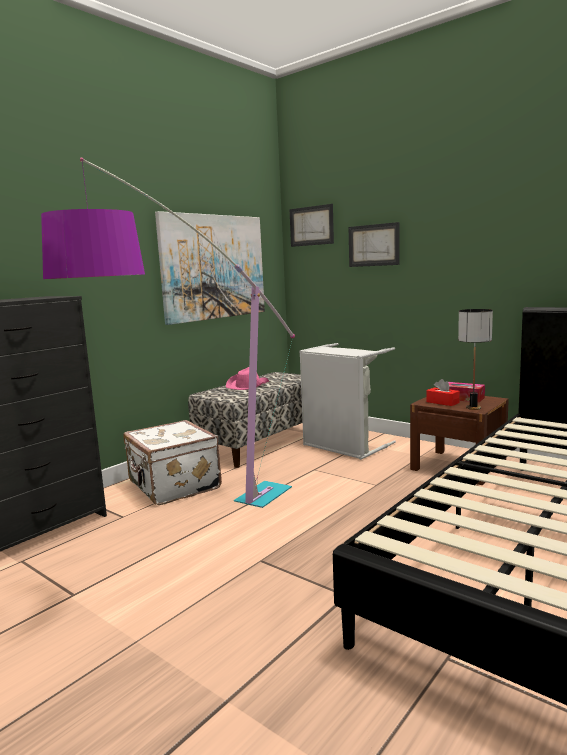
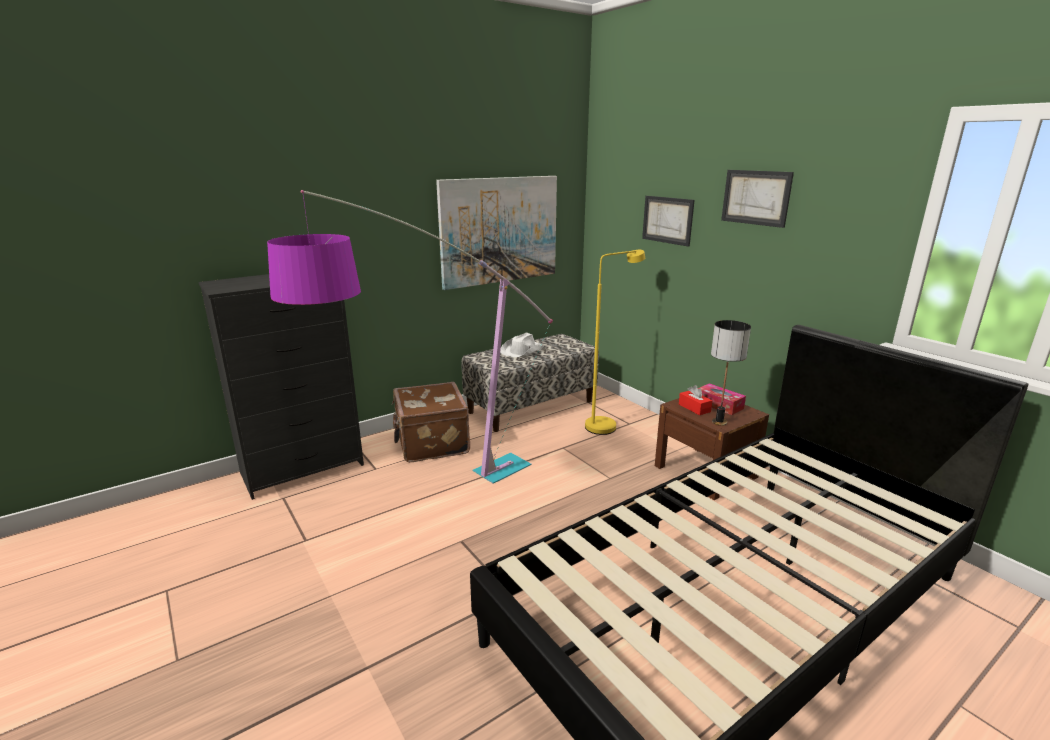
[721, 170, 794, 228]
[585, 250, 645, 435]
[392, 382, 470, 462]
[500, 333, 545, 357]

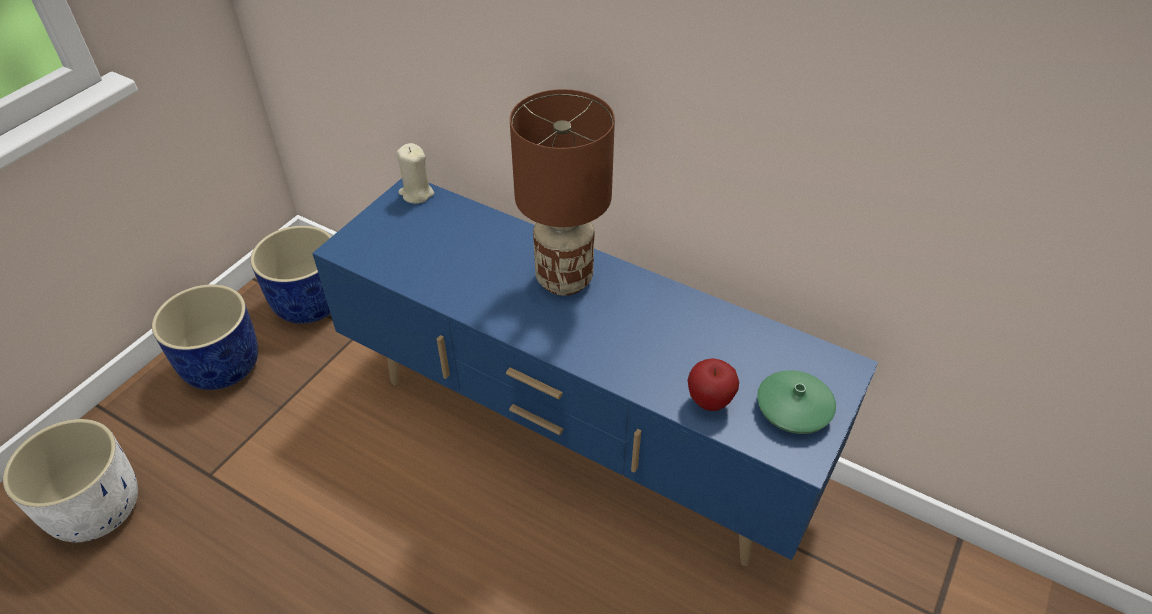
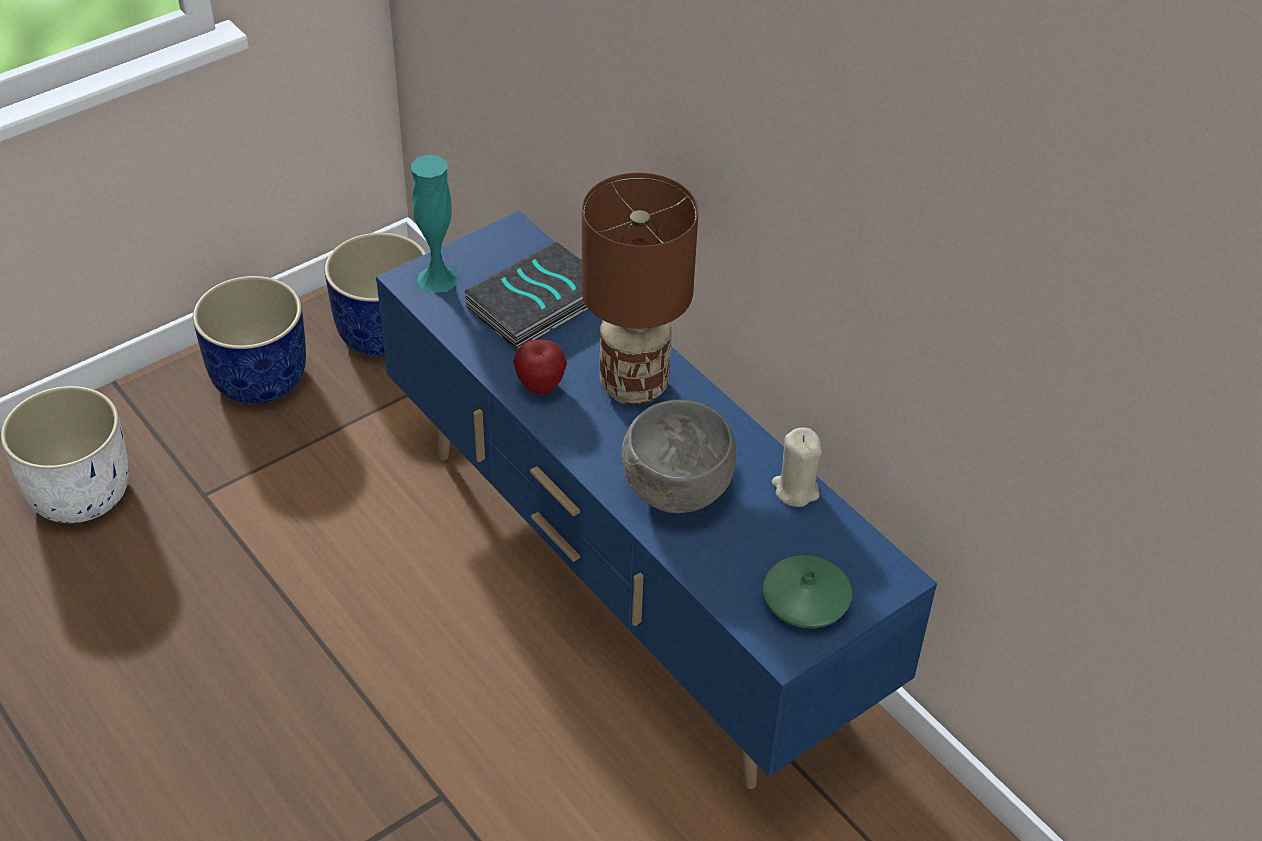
[411, 155, 458, 293]
[465, 241, 588, 350]
[622, 399, 736, 513]
[772, 427, 822, 507]
[513, 339, 567, 394]

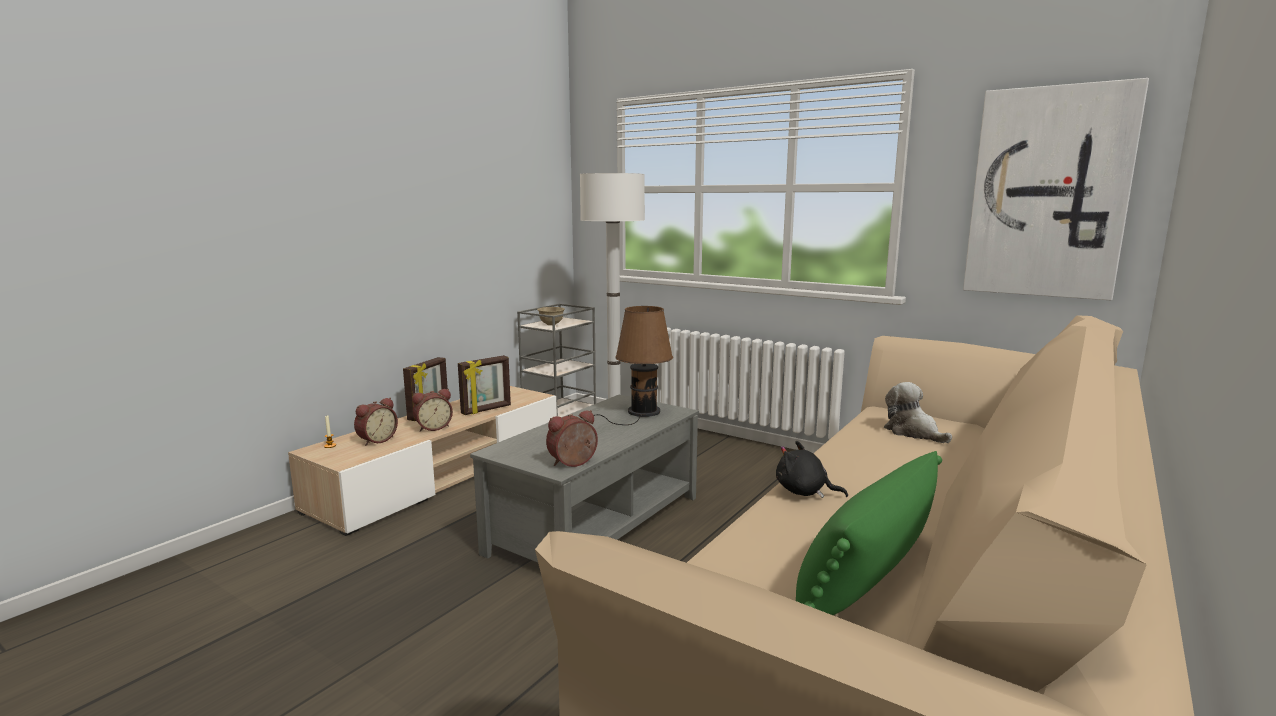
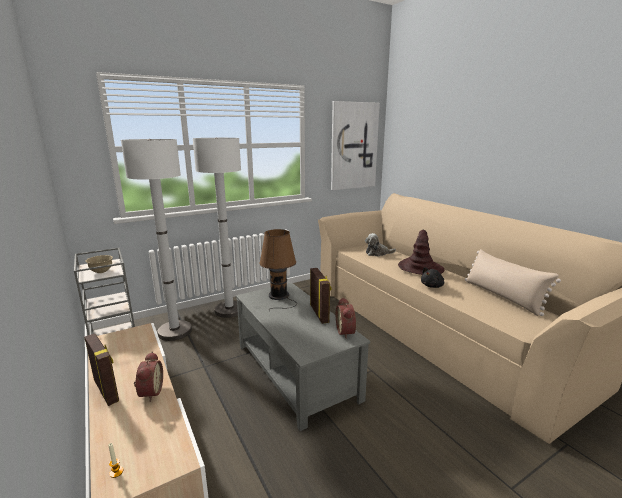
[354, 398, 398, 446] (first image)
[193, 137, 241, 318]
[398, 230, 445, 275]
[310, 268, 331, 324]
[465, 249, 561, 316]

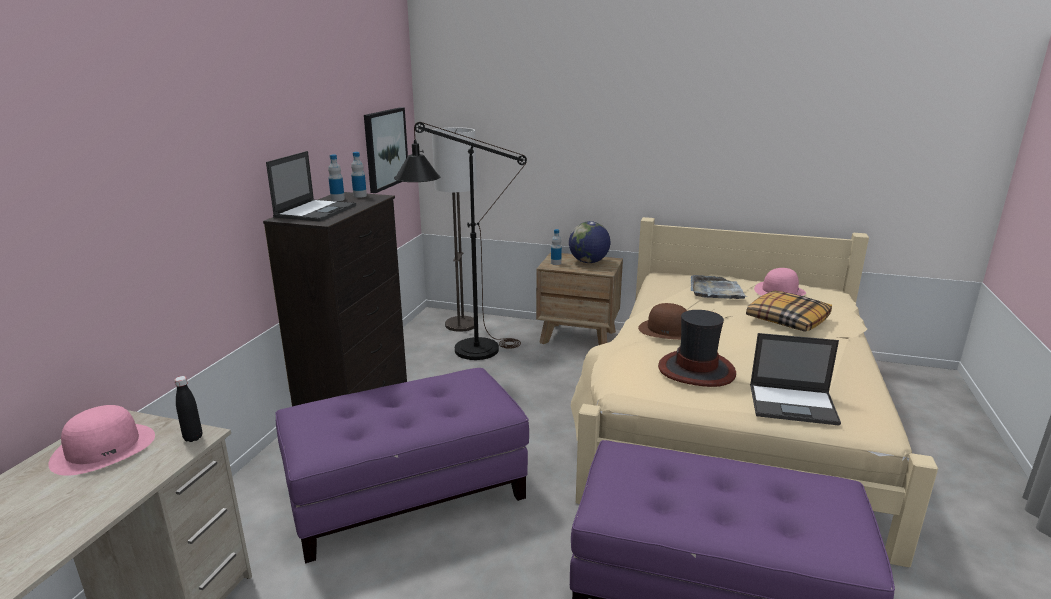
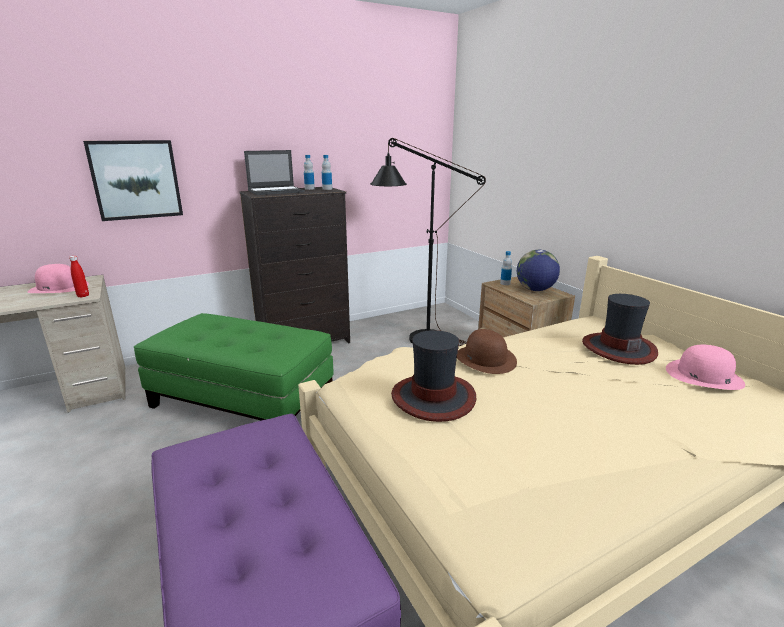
[432, 127, 477, 332] (first image)
[746, 291, 832, 332] (first image)
[750, 333, 841, 426] (first image)
[83, 140, 183, 221]
[582, 294, 658, 365]
[69, 256, 89, 298]
[134, 313, 334, 421]

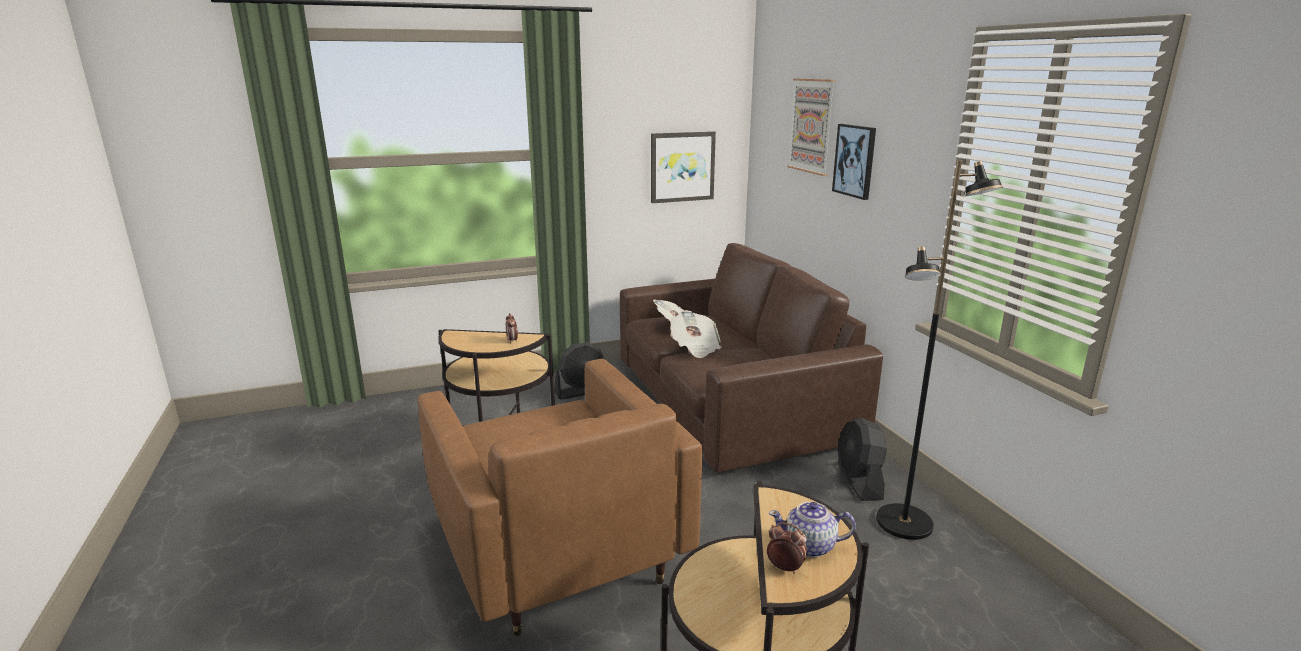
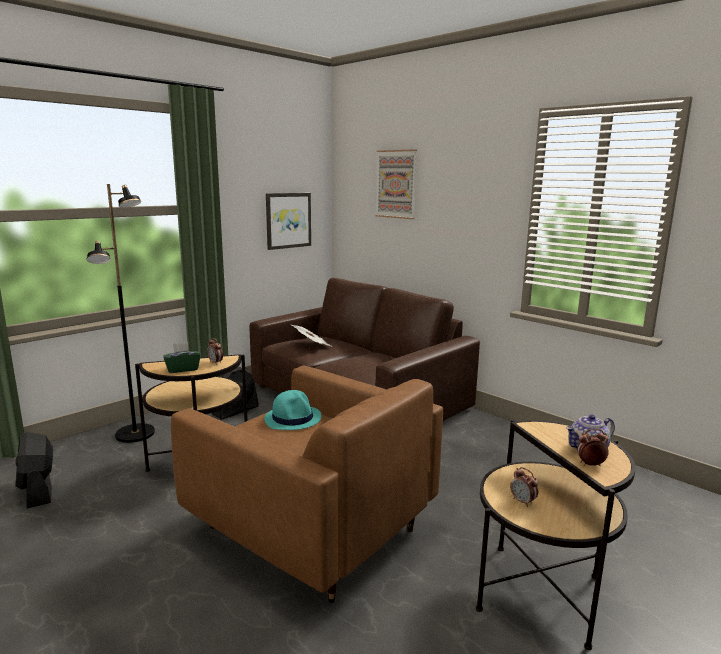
[670, 310, 721, 358] (first image)
[832, 124, 876, 200] (first image)
[163, 342, 201, 373]
[264, 390, 321, 430]
[510, 467, 538, 507]
[15, 432, 53, 508]
[87, 184, 155, 443]

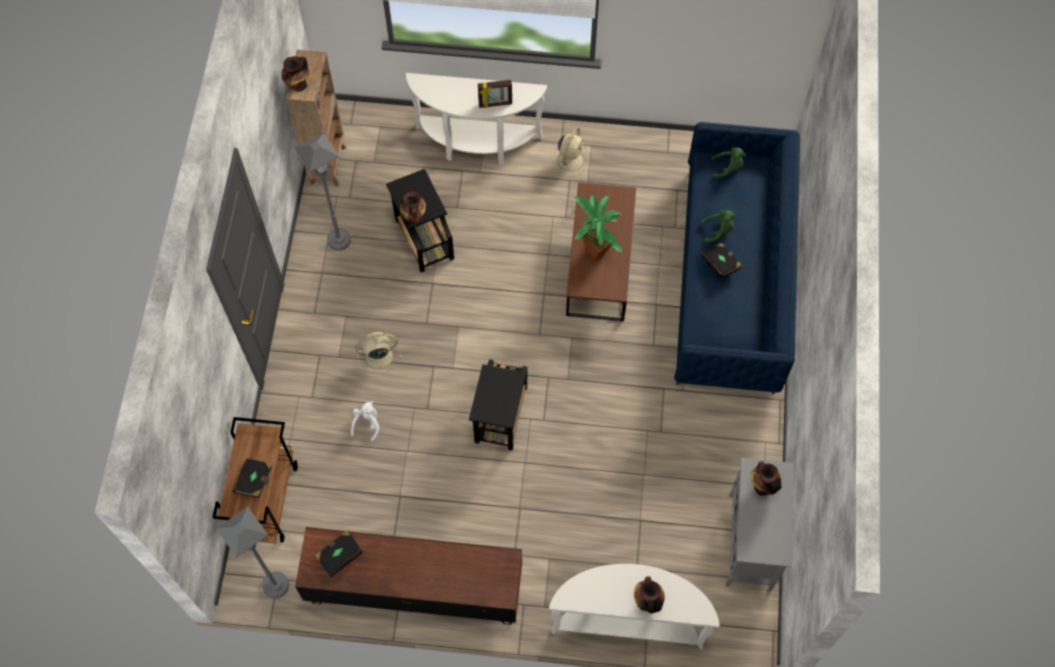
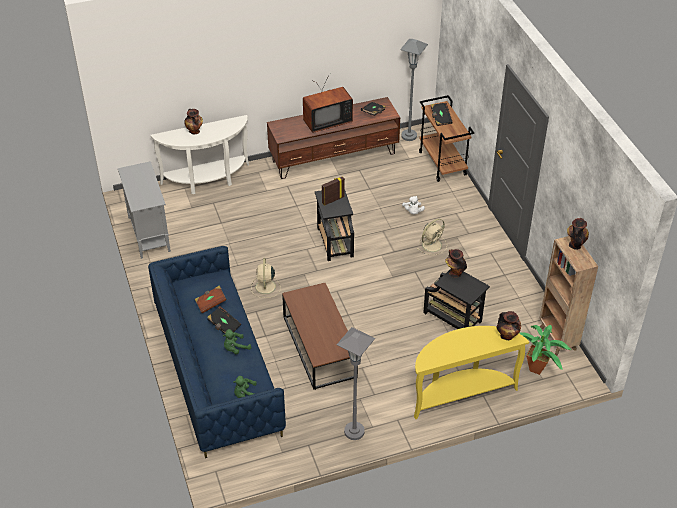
[195, 285, 227, 313]
[303, 74, 353, 133]
[337, 327, 375, 440]
[322, 177, 345, 206]
[251, 258, 281, 298]
[519, 325, 571, 375]
[497, 311, 521, 340]
[414, 326, 529, 419]

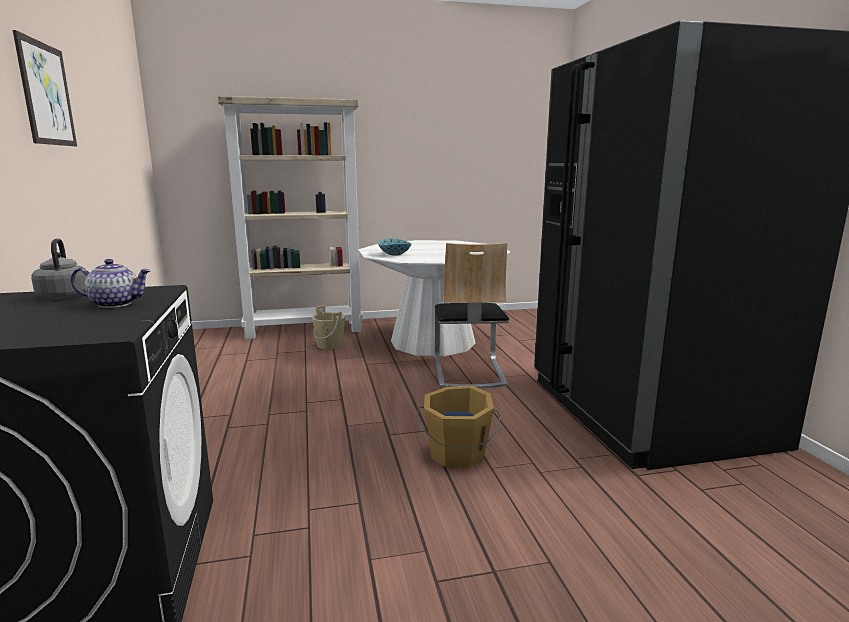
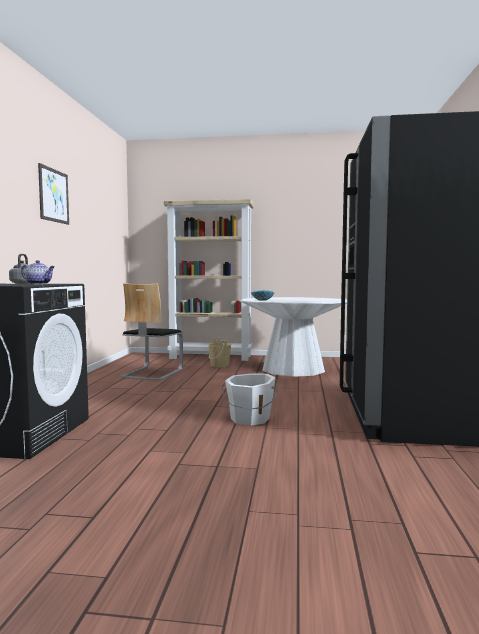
[121, 283, 183, 380]
[222, 374, 278, 425]

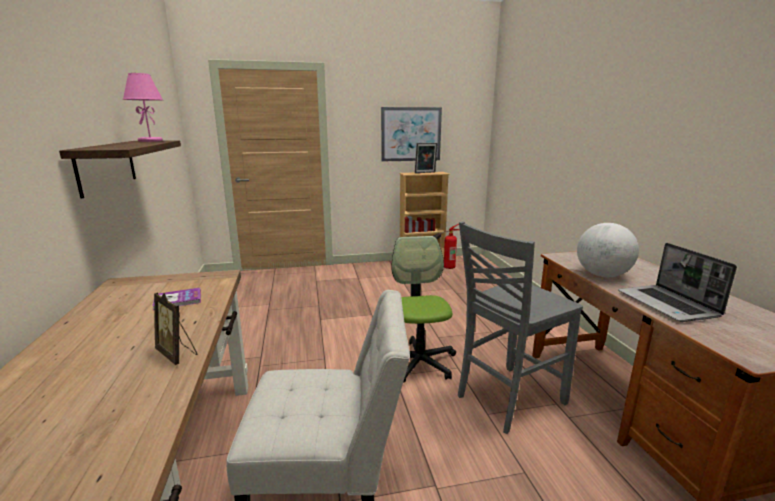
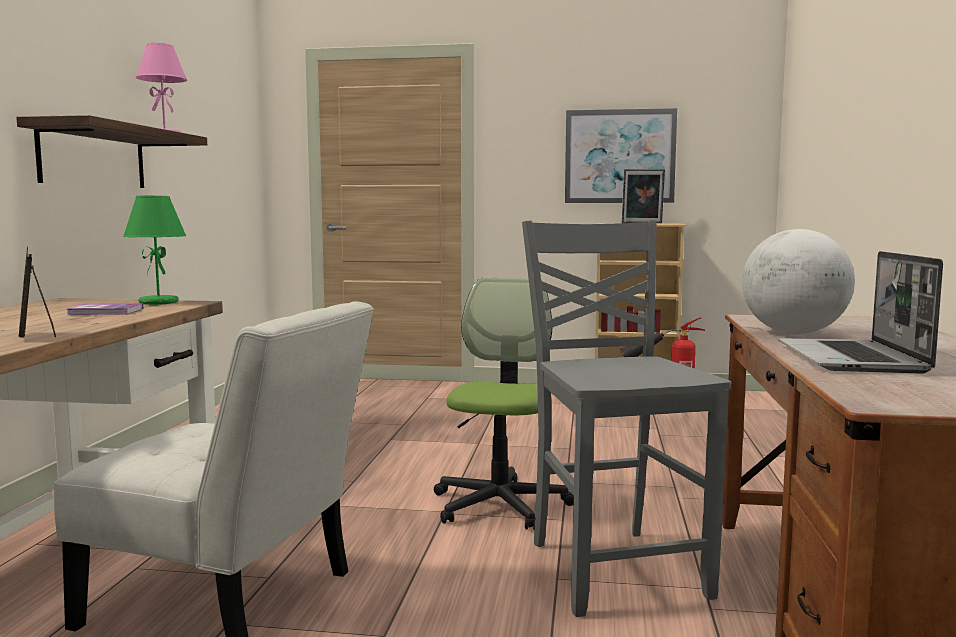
[123, 196, 186, 305]
[522, 220, 731, 617]

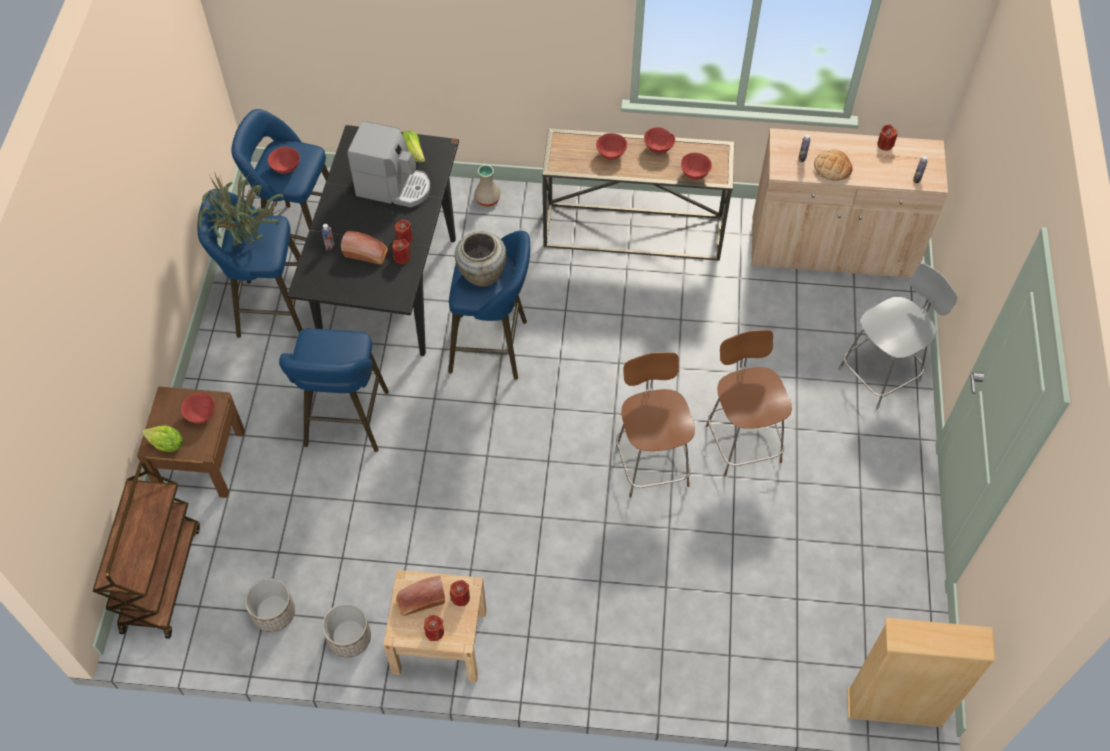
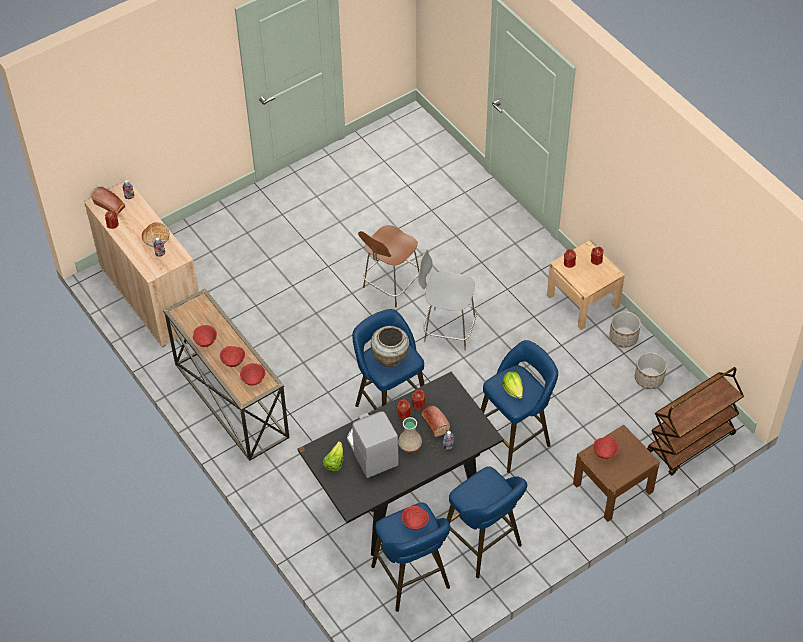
[198, 171, 284, 246] (first image)
[706, 330, 792, 476] (first image)
[847, 618, 996, 727] (first image)
[502, 371, 523, 399]
[91, 187, 125, 215]
[398, 417, 422, 453]
[240, 363, 265, 386]
[418, 250, 477, 351]

